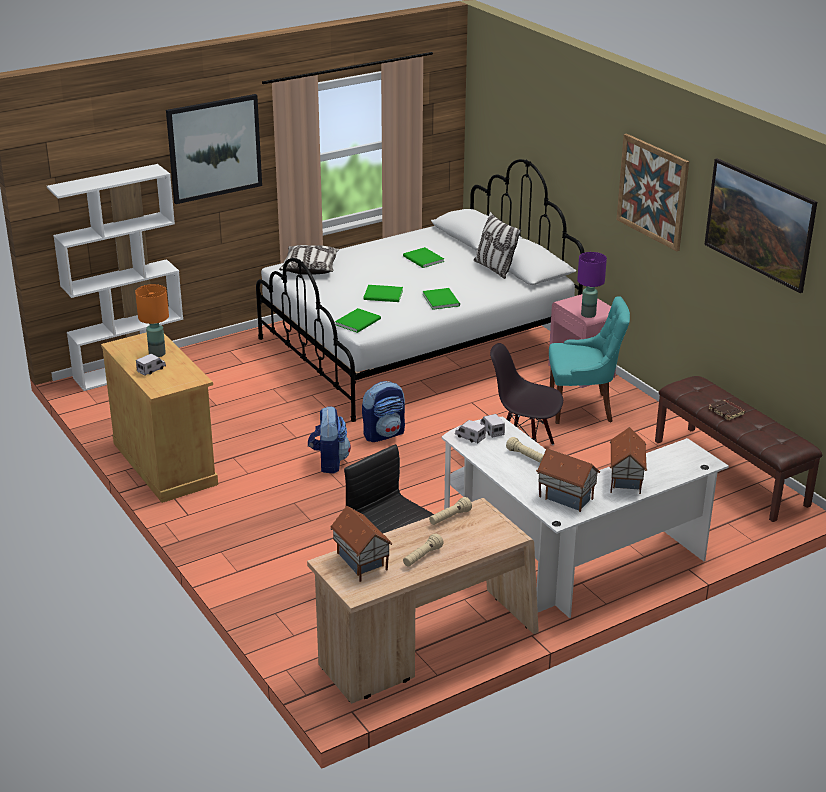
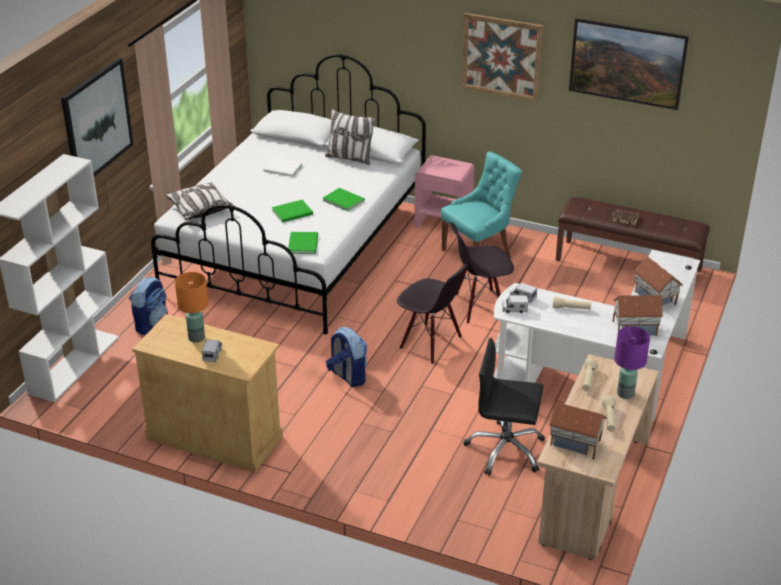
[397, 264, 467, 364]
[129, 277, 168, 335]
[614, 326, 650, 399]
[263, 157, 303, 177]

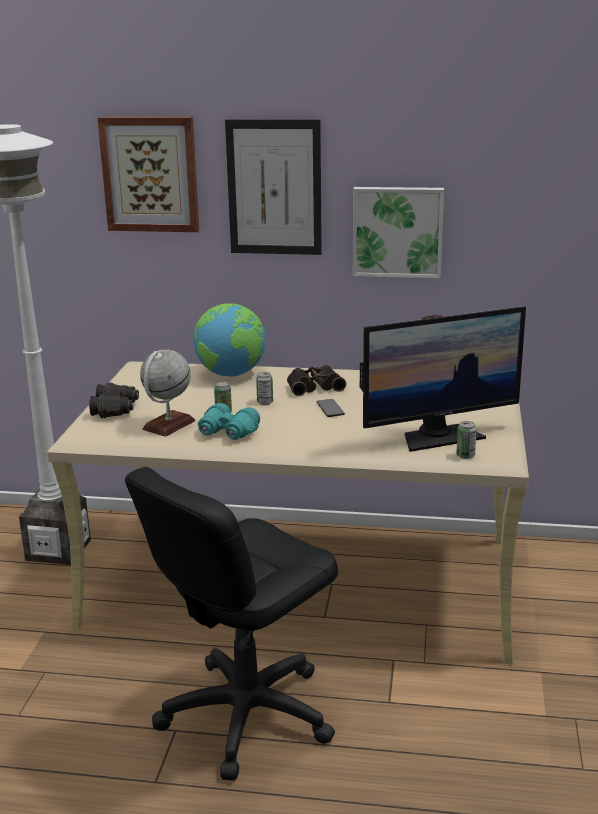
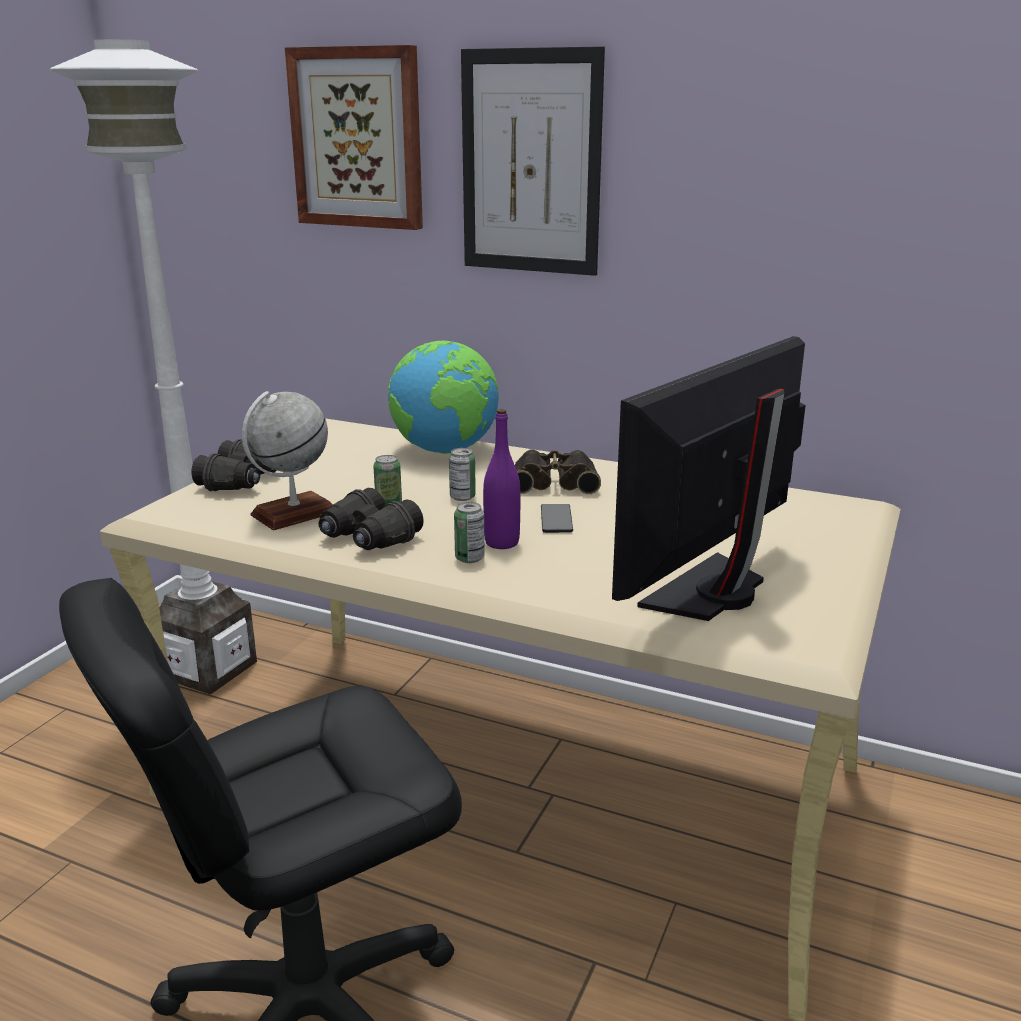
[353, 187, 444, 278] (first image)
[483, 409, 520, 549]
[454, 502, 485, 563]
[318, 488, 424, 550]
[612, 336, 806, 621]

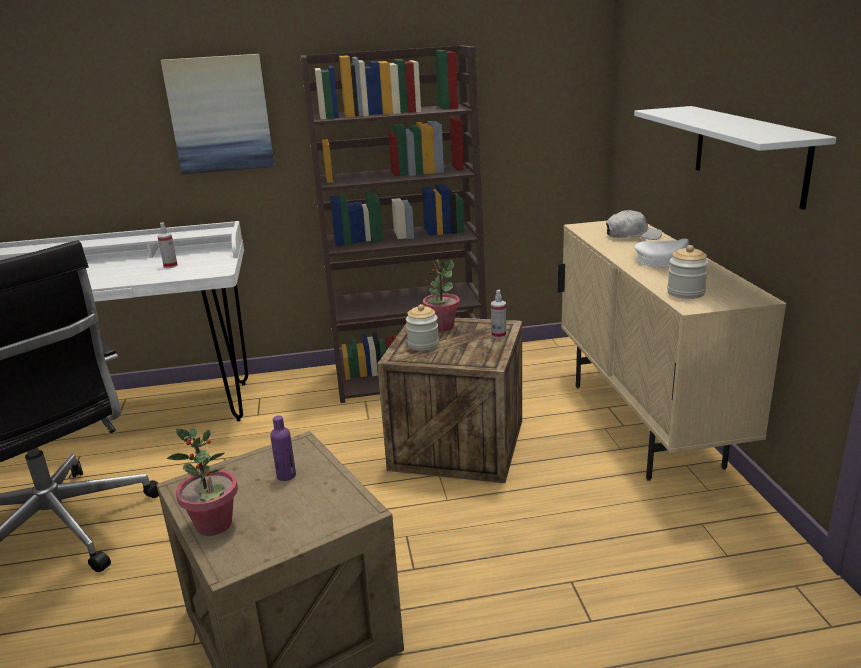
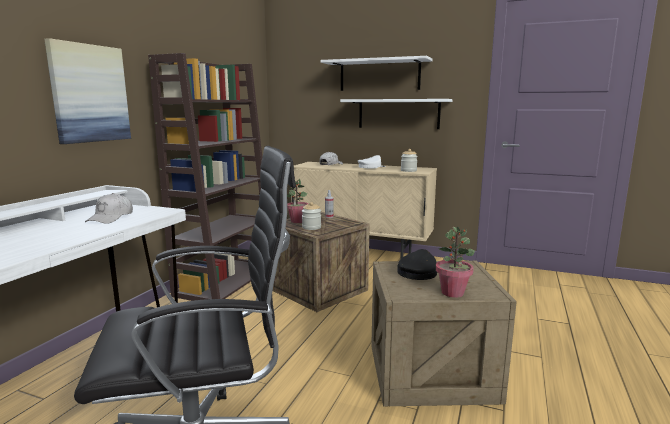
[321, 56, 433, 91]
[85, 193, 133, 224]
[397, 249, 437, 280]

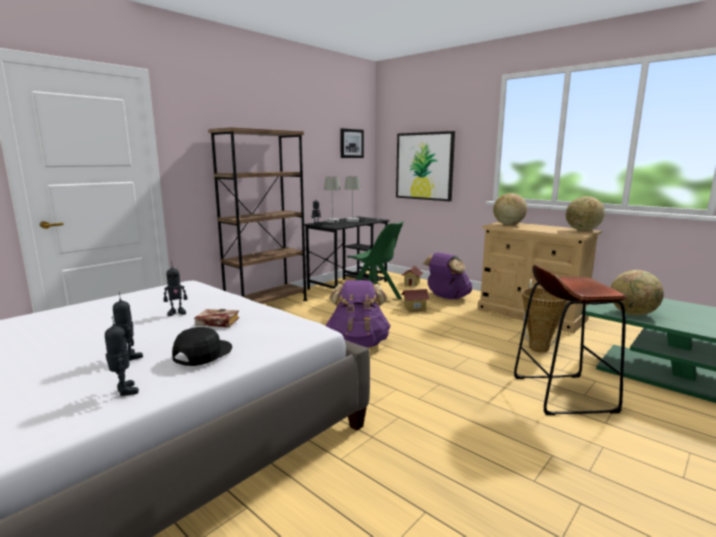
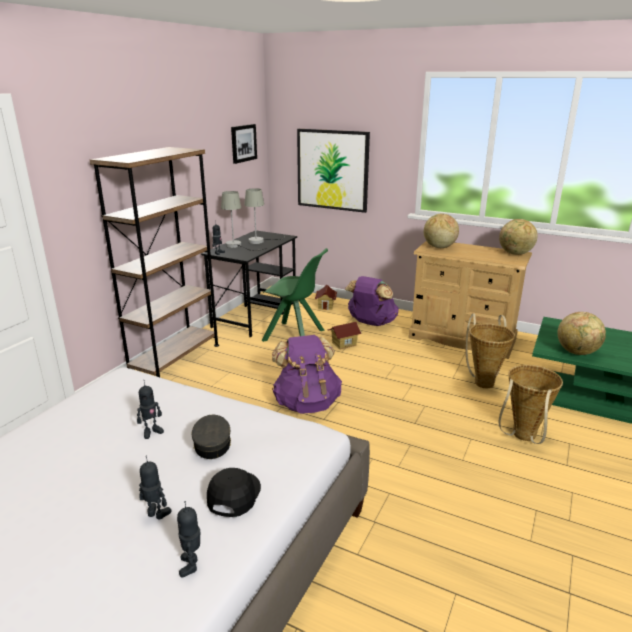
[192, 415, 231, 459]
[499, 365, 563, 444]
[177, 501, 200, 577]

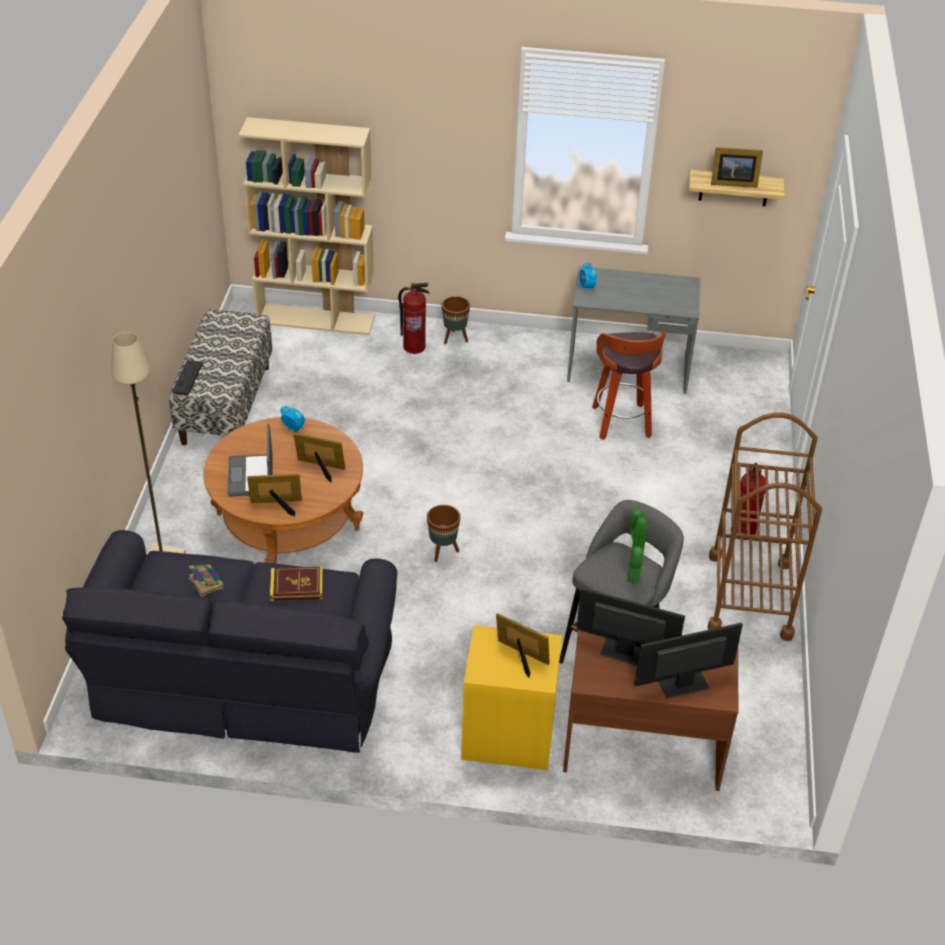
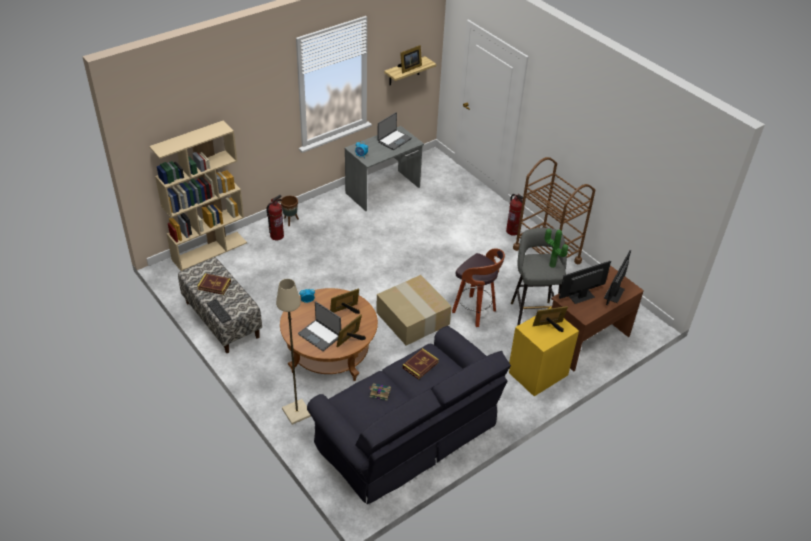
[197, 273, 231, 295]
[377, 112, 412, 150]
[452, 248, 505, 327]
[376, 275, 452, 345]

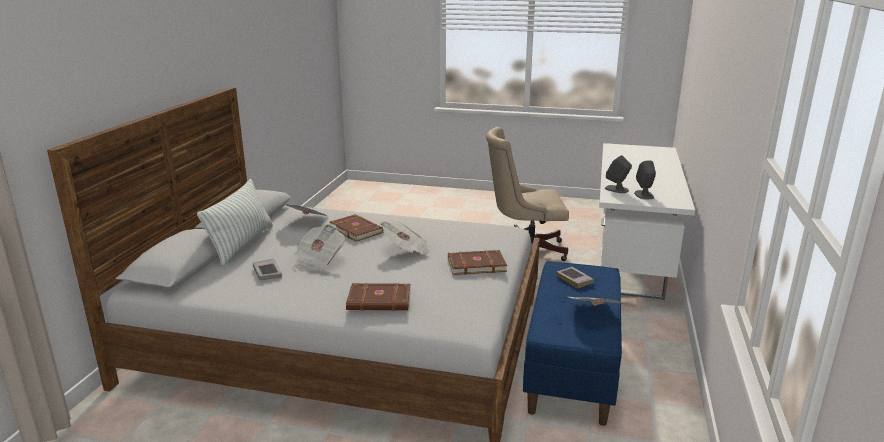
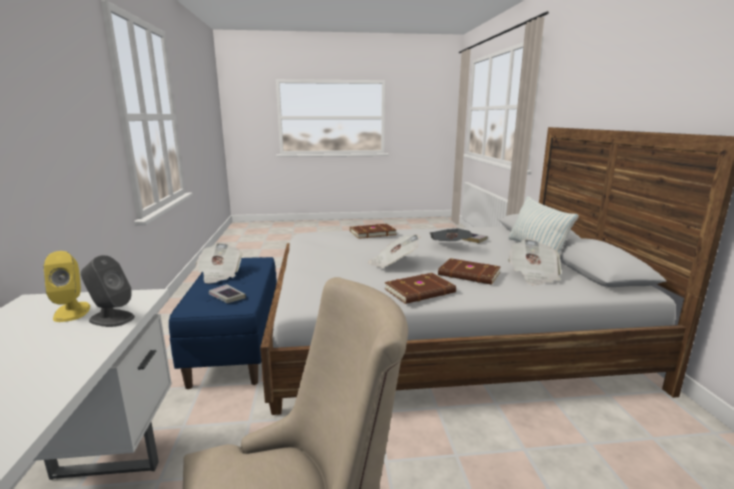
[385, 273, 456, 304]
[43, 251, 90, 322]

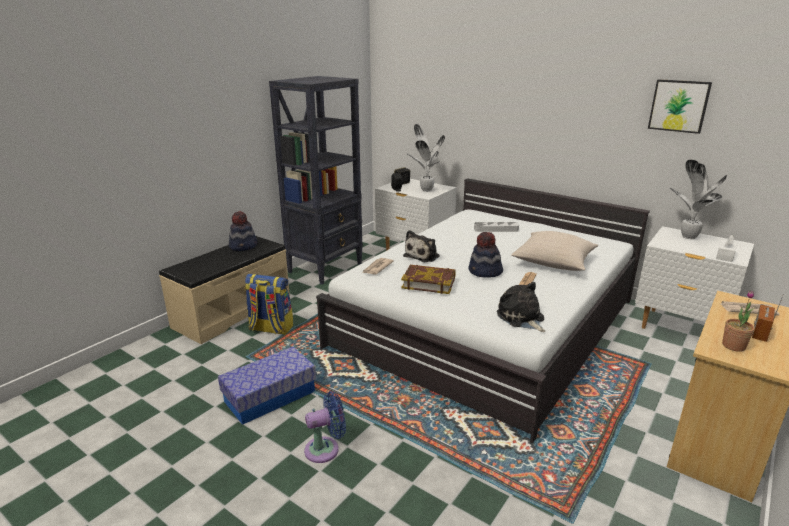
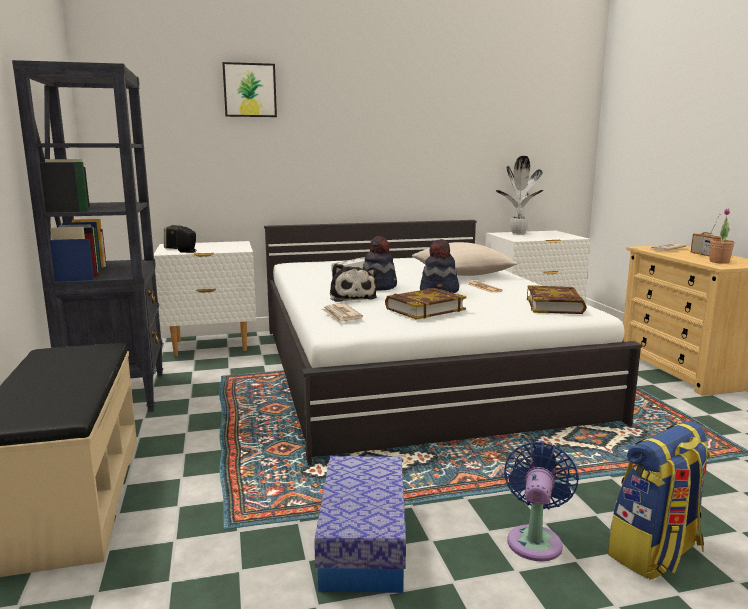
[407, 124, 445, 192] (first image)
[716, 235, 737, 262] (first image)
[362, 236, 397, 291]
[608, 421, 711, 580]
[222, 62, 277, 117]
[527, 285, 587, 314]

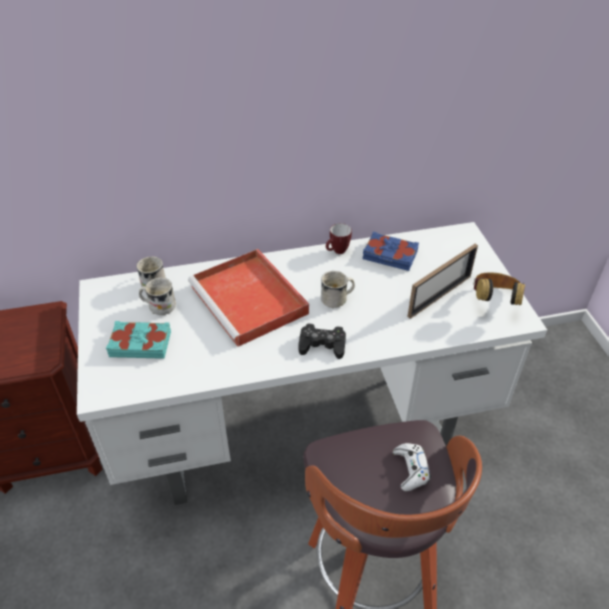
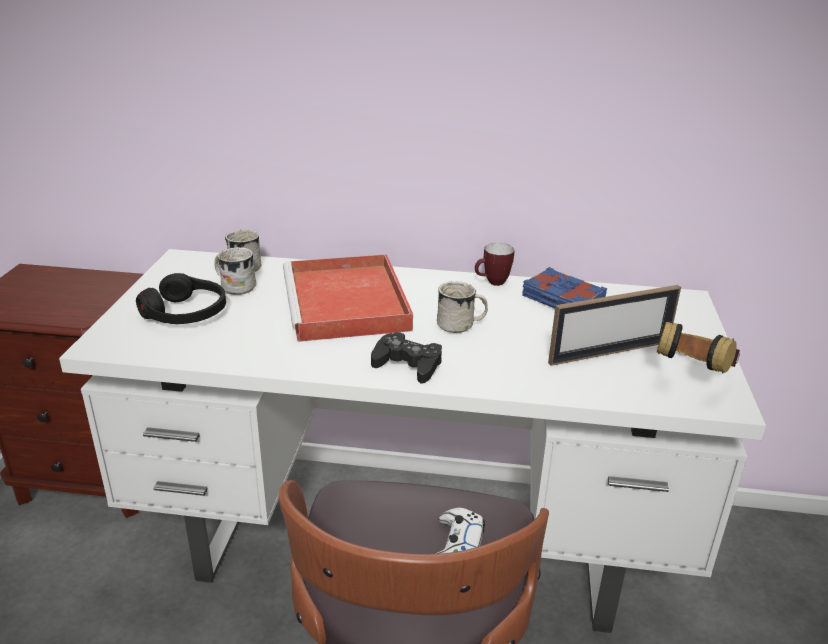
[136, 273, 226, 324]

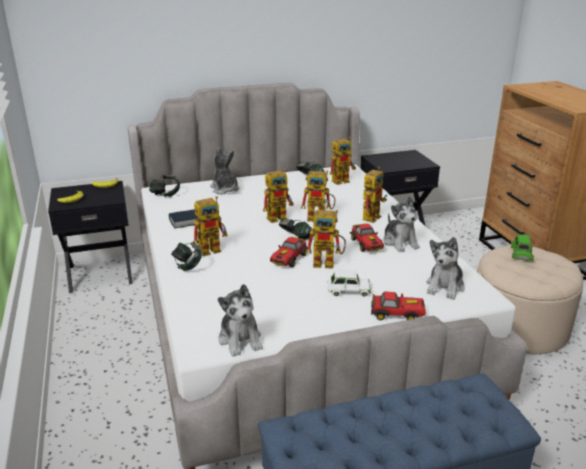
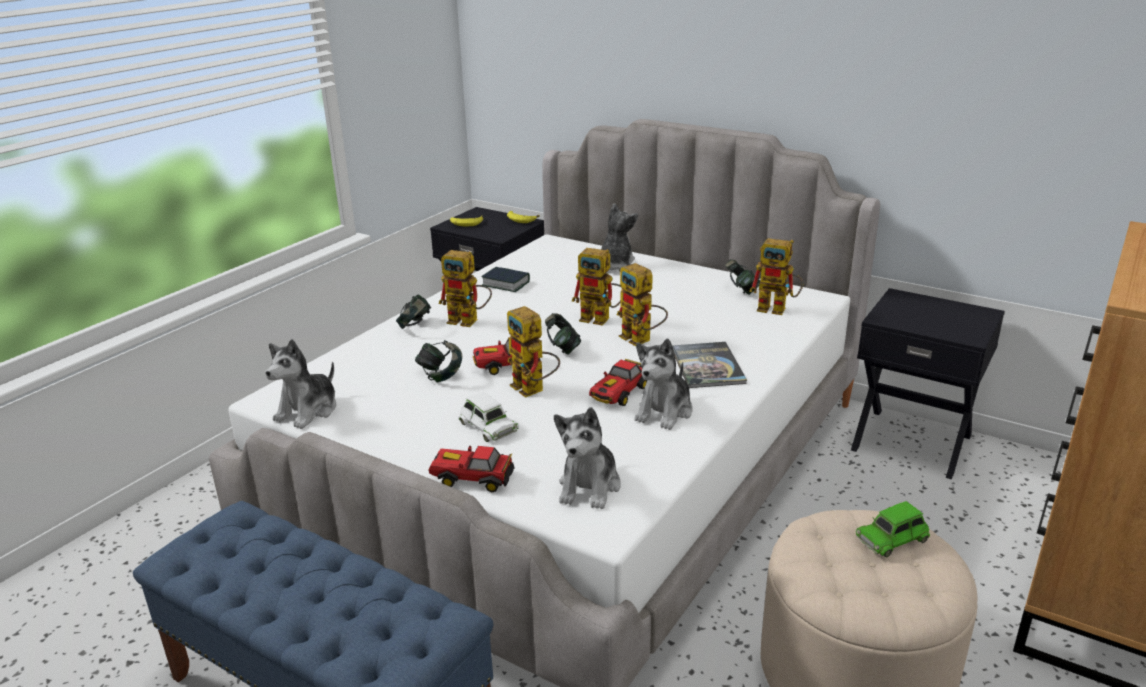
[415, 340, 462, 383]
[673, 342, 747, 388]
[429, 446, 515, 492]
[554, 407, 621, 509]

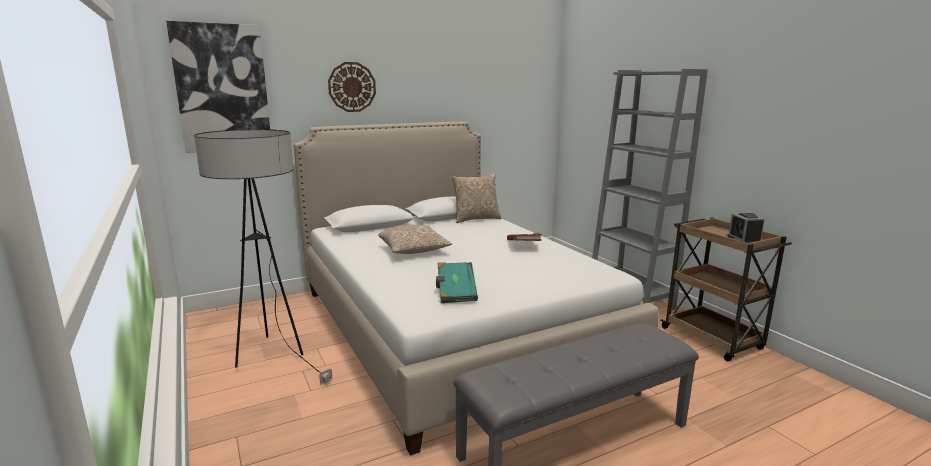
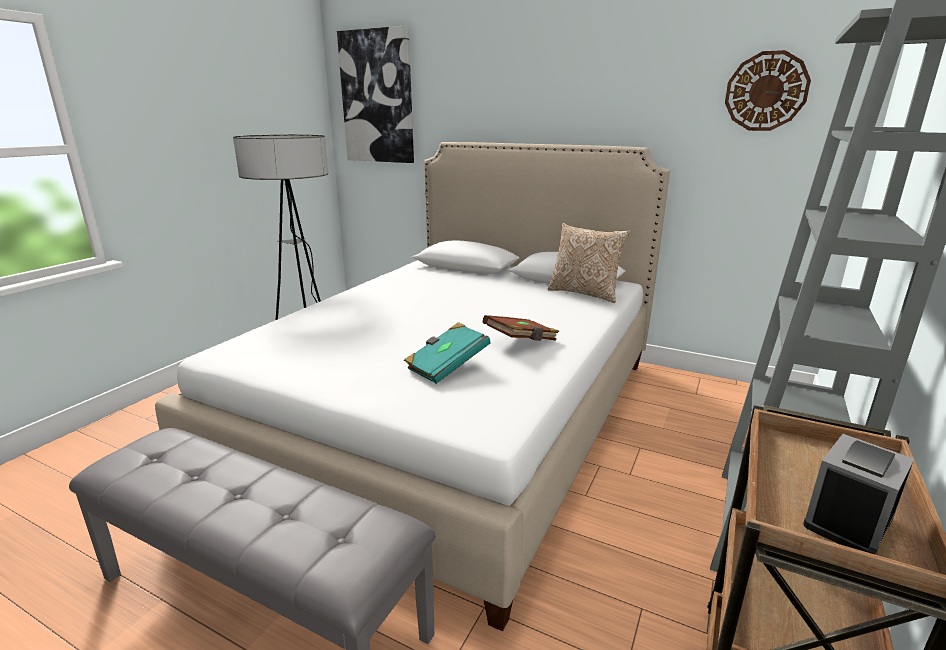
[378, 225, 452, 254] (first image)
[725, 50, 811, 131]
[404, 322, 491, 384]

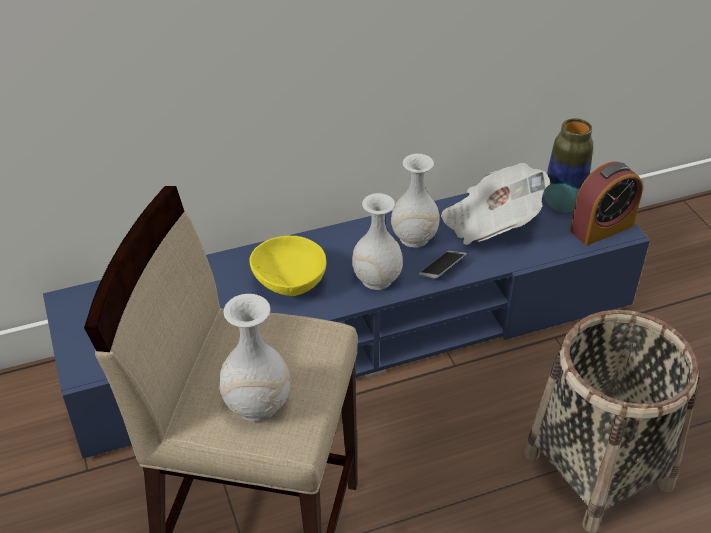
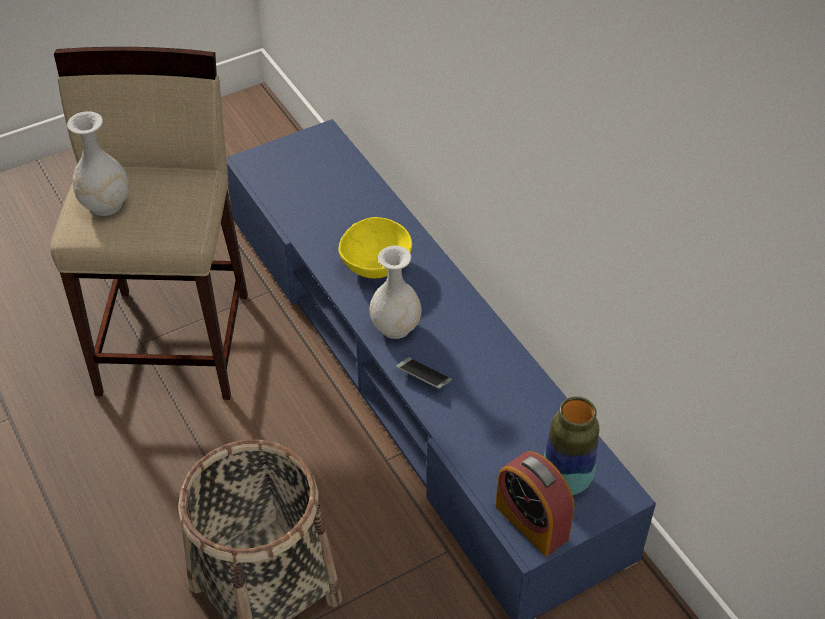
[391, 154, 440, 248] (first image)
[441, 163, 550, 245] (first image)

